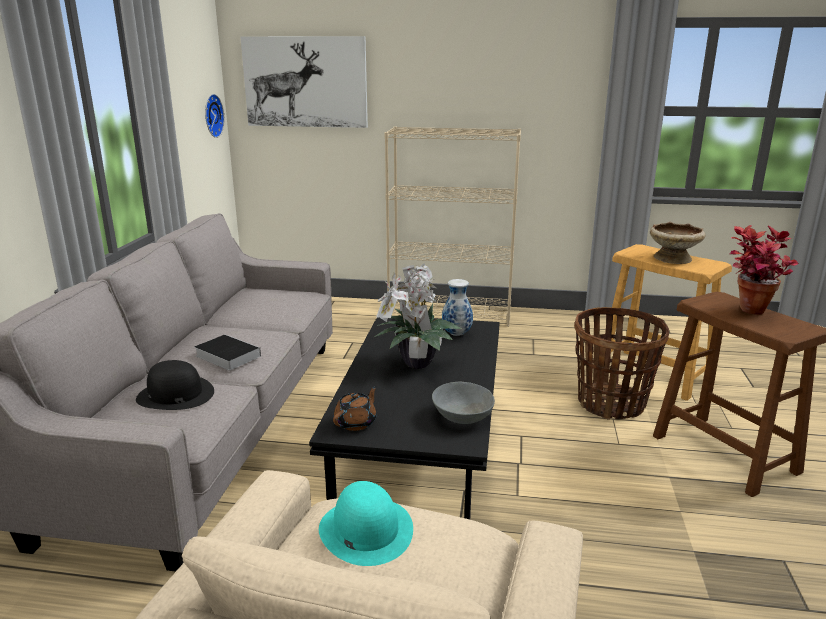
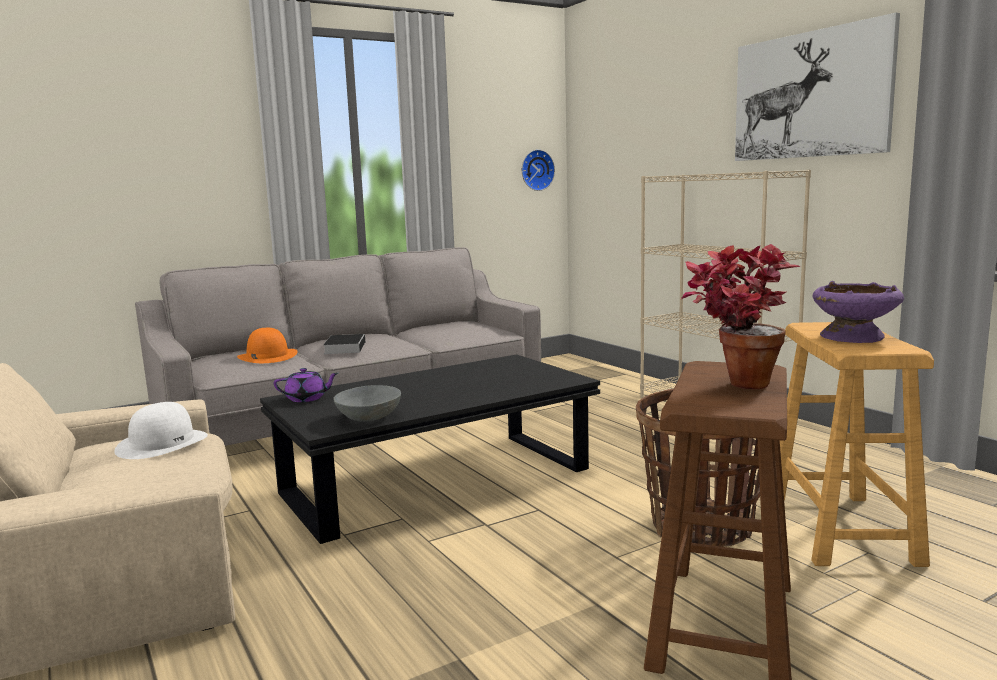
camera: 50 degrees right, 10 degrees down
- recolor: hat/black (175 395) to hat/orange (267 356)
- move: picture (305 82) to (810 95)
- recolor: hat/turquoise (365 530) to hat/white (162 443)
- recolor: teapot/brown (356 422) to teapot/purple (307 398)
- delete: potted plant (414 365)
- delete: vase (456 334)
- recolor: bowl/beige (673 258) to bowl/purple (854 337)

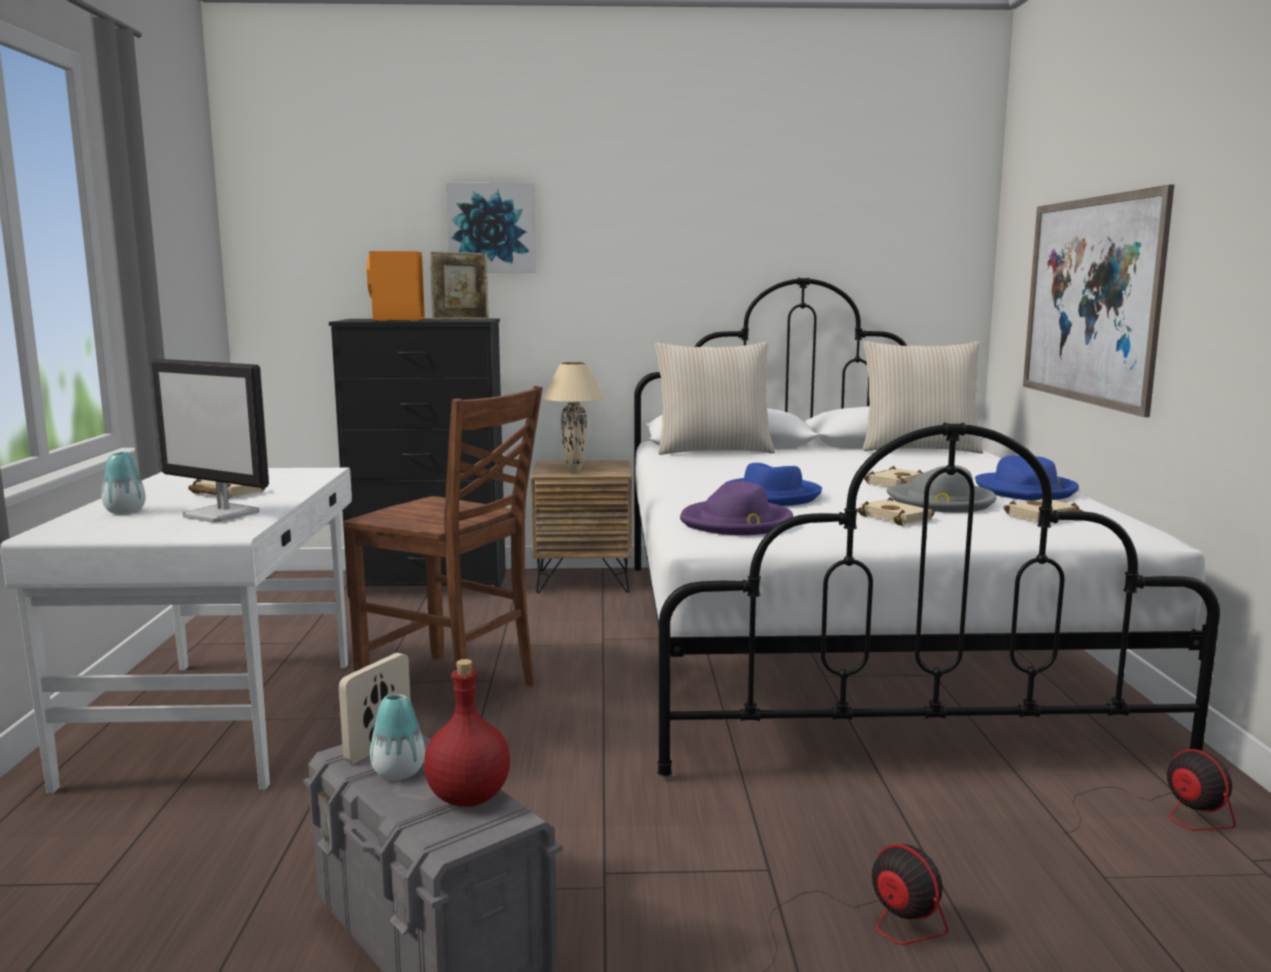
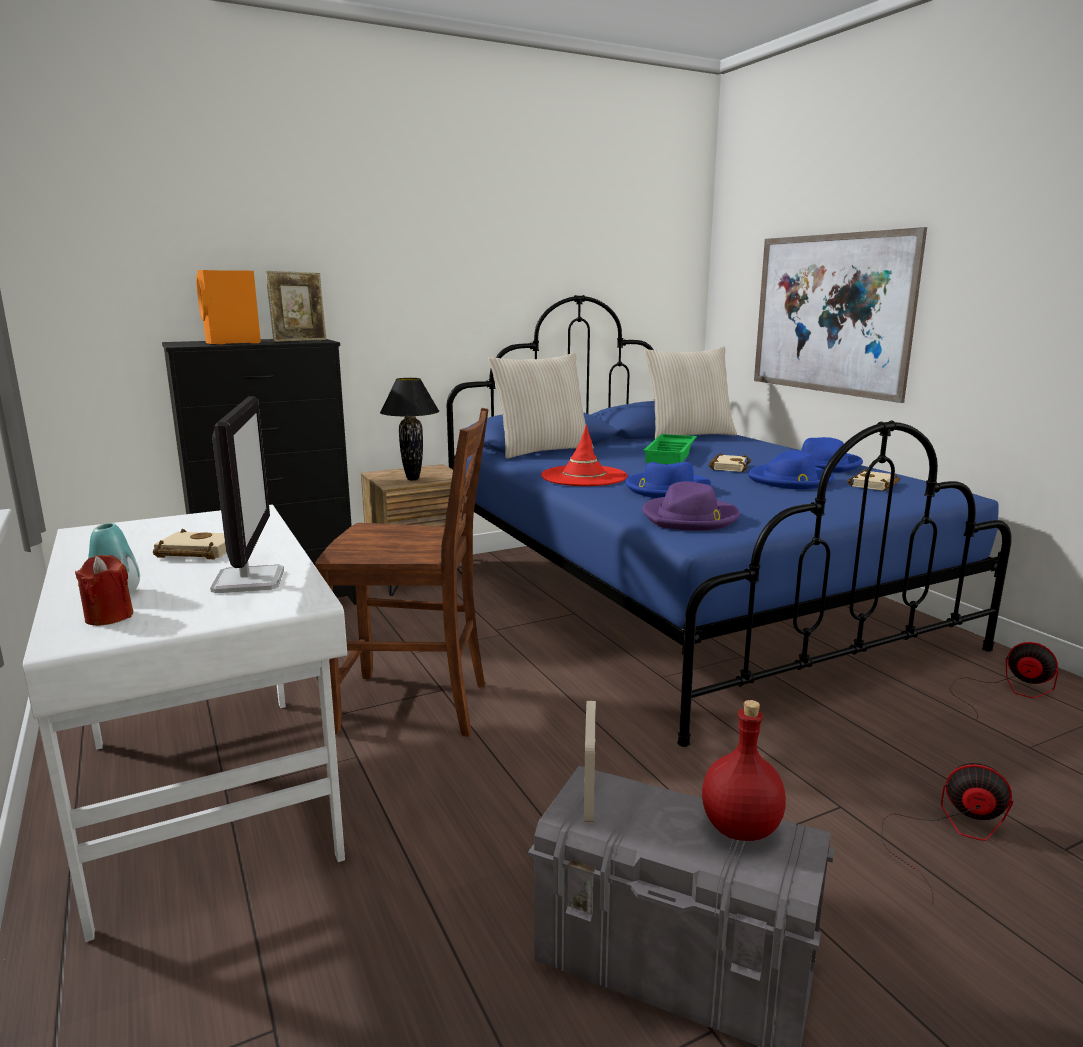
camera: 25 degrees left, 5 degrees up
- rotate: monitor (223 515) = (248 580) 105 degrees counterclockwise
- delete: vase (398 772)
- delete: picture (491 228)
- recolor: table lamp/beige (574 470) to table lamp/black (412 479)
- recolor: bed/white (846 644) to bed/blue (683 599)
- delete: book/beige (898 518)
- recolor: hat/grey (941 502) to hat/blue (790 480)
- insert: candle/red (109 617)
- insert: hat/red (583 476)
- insert: tray/green (671 455)

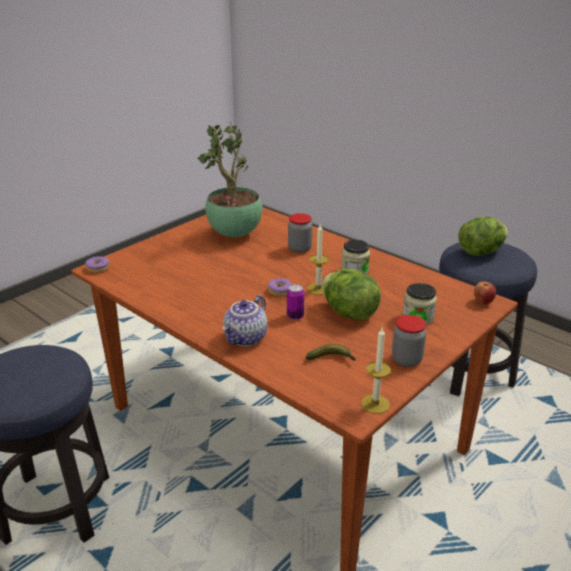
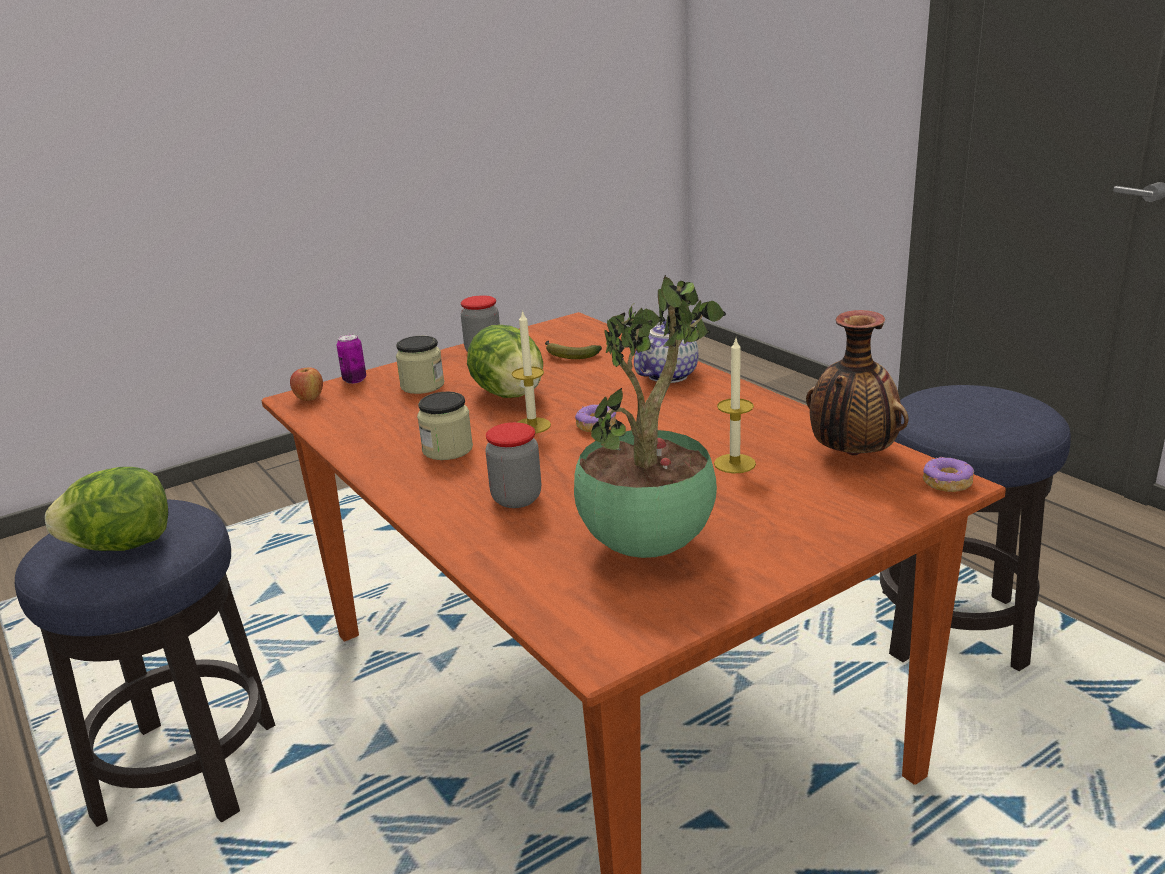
camera: 165 degrees left, 5 degrees down
- move: can (295 316) to (354 380)
- move: candle (375 404) to (734 463)
- insert: vase (851 454)

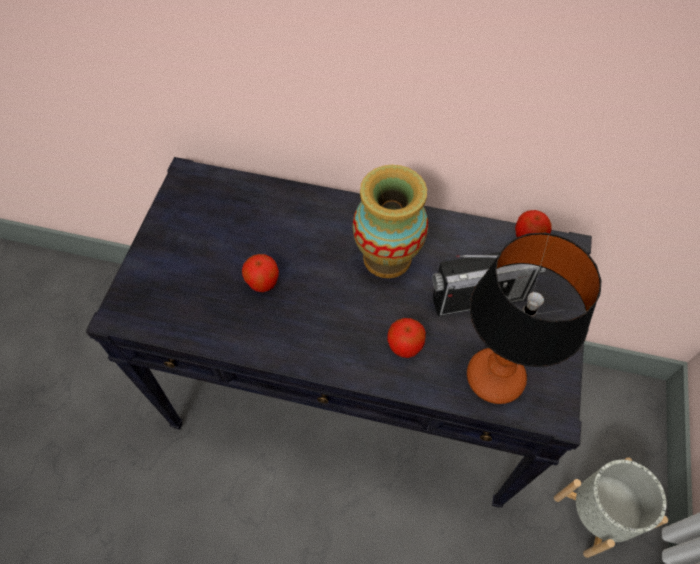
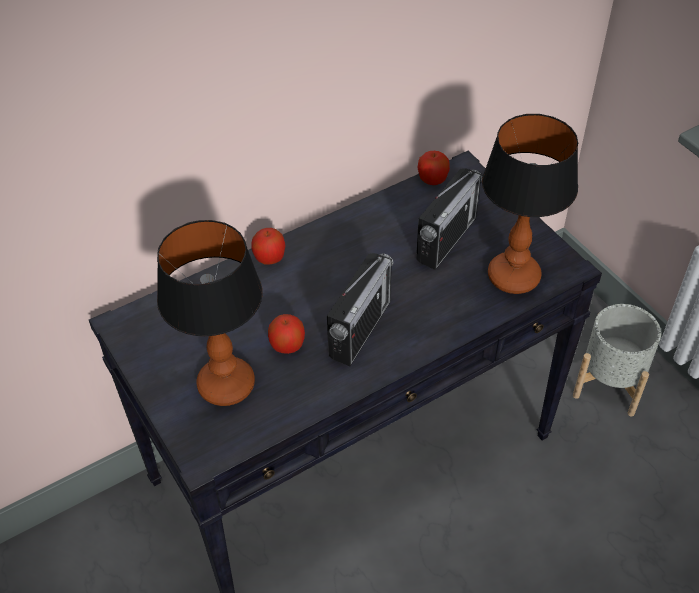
camera: 45 degrees left, 10 degrees down
- delete: vase (387 257)
- move: apple (405 346) to (270 258)
- insert: table lamp (226 384)
- insert: radio (360 329)

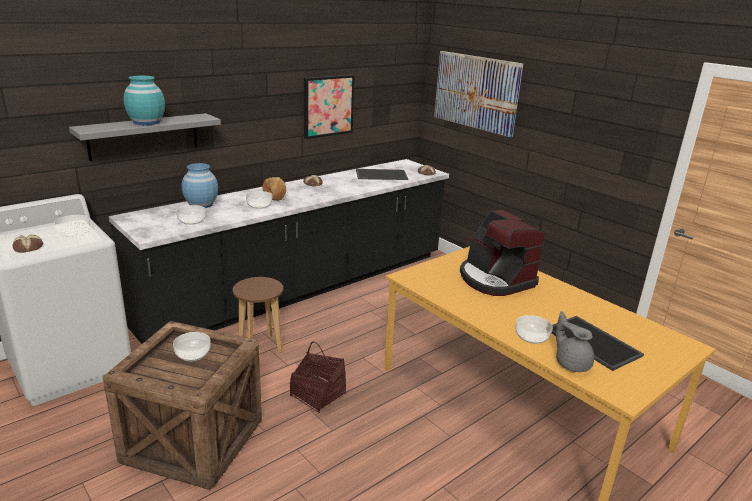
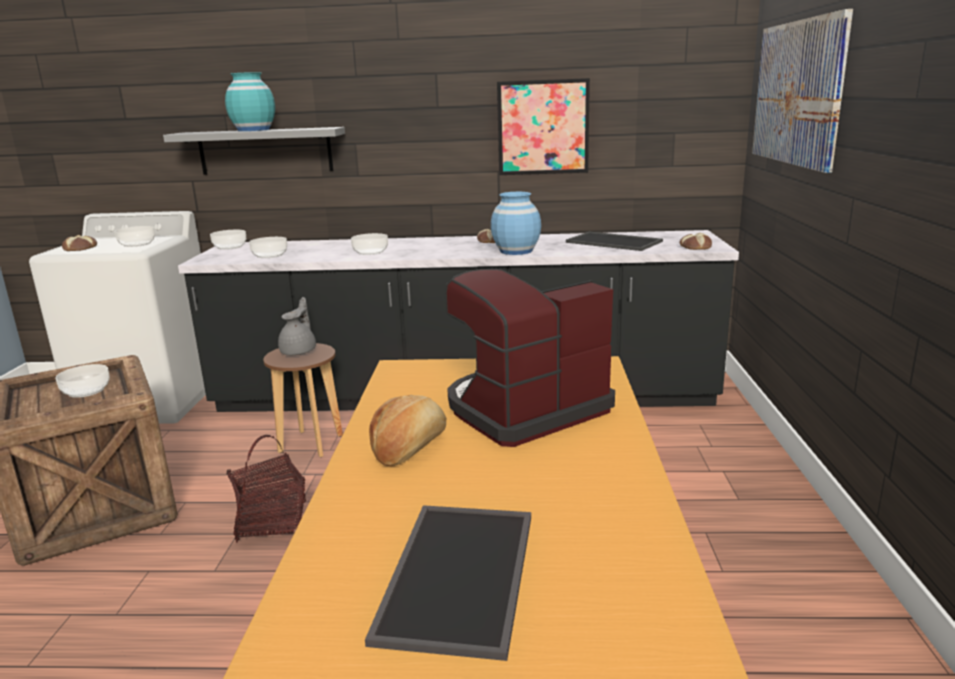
camera: 45 degrees right, 5 degrees down
- move: vase/blue (201 204) to (516 251)
- move: bread (275 196) to (409 448)
- rotate: coffee machine (495 279) = (524 409) 45 degrees clockwise
- move: bowl (532 337) to (230 247)
- move: teapot/grey (571 363) to (299 351)

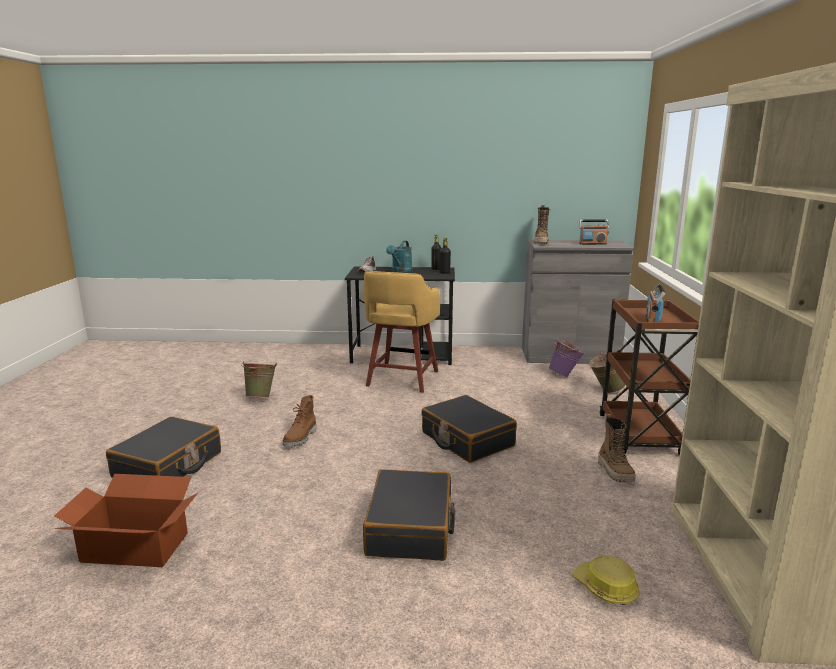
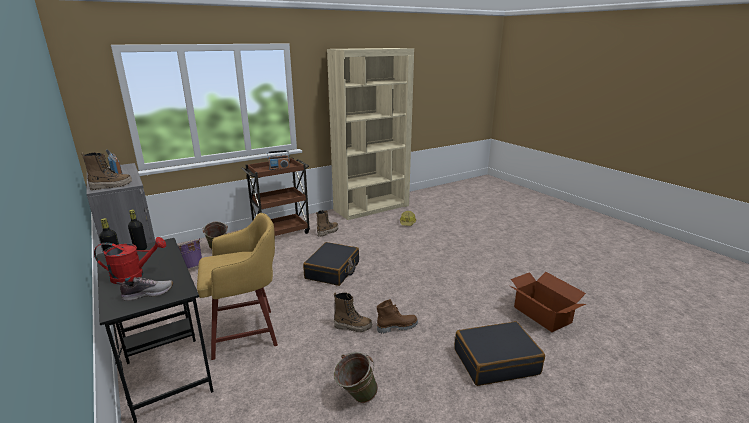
camera: 125 degrees left, 5 degrees up
- delete: suitcase/black (411 528)
- recolor: watering can/turquoise (400 271) to watering can/red (134 275)
- insert: boot (353 327)

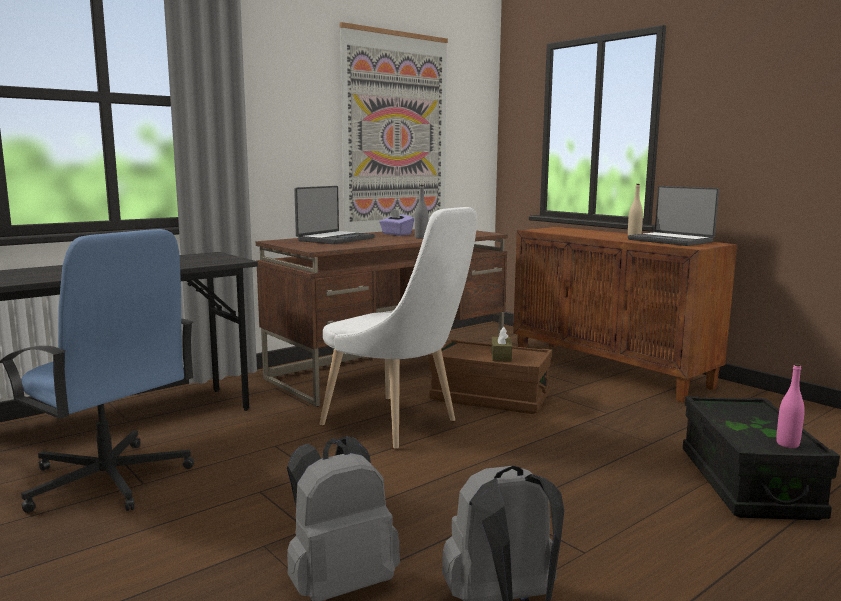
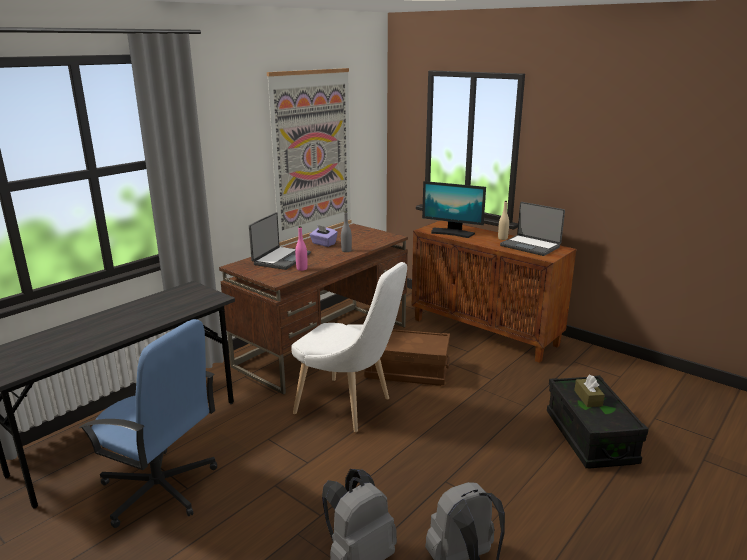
camera: 10 degrees left, 10 degrees up
- move: tissue box/brown (501 356) to (588 398)
- move: bottle/pink (787 444) to (302 269)
- insert: monitor (452 233)

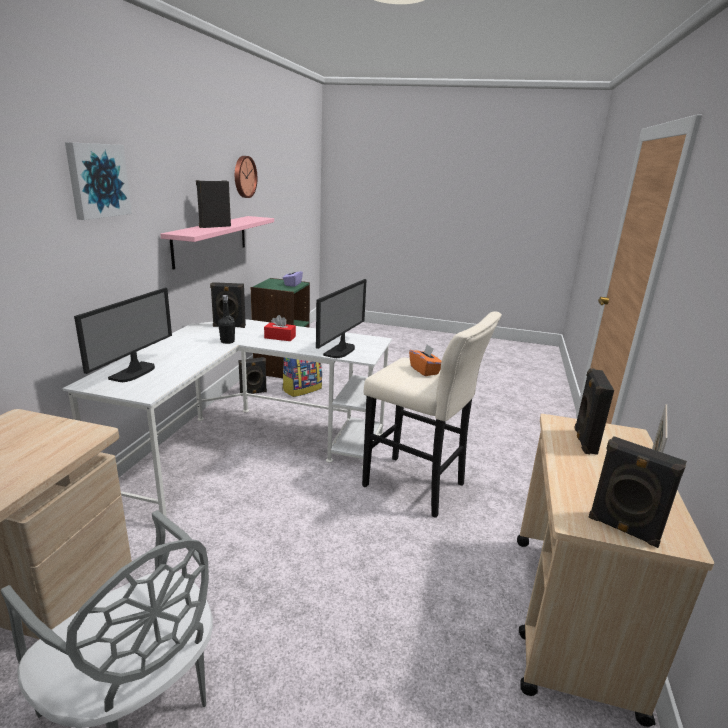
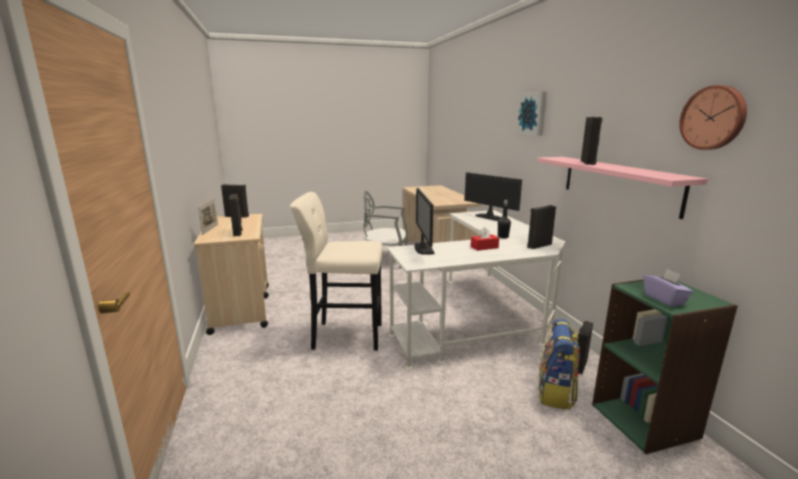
camera: 150 degrees right, 5 degrees down
- rotate: monitor (134 373) = (489 217) 150 degrees clockwise
- delete: tissue box/orange (424 370)

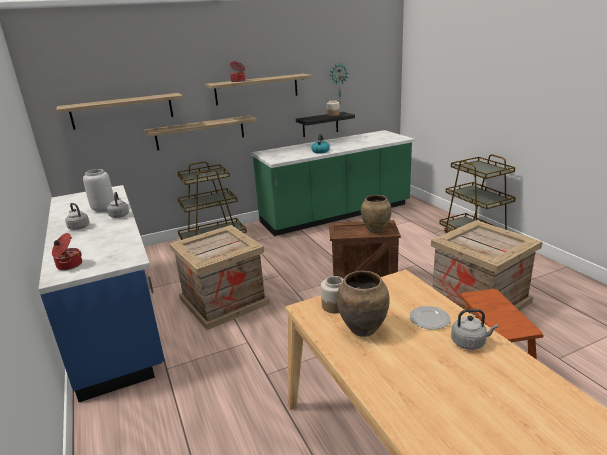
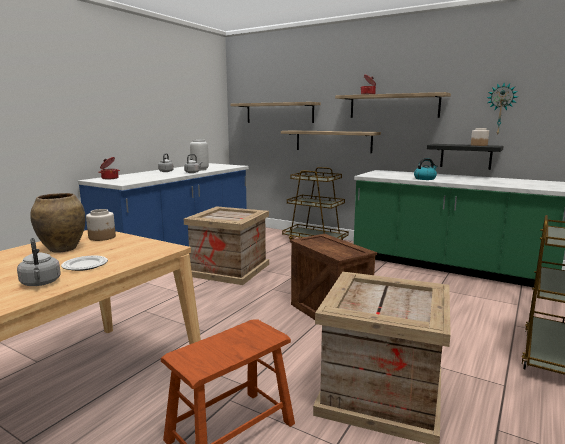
camera: 55 degrees right, 10 degrees down
- delete: vase/brown (375 230)

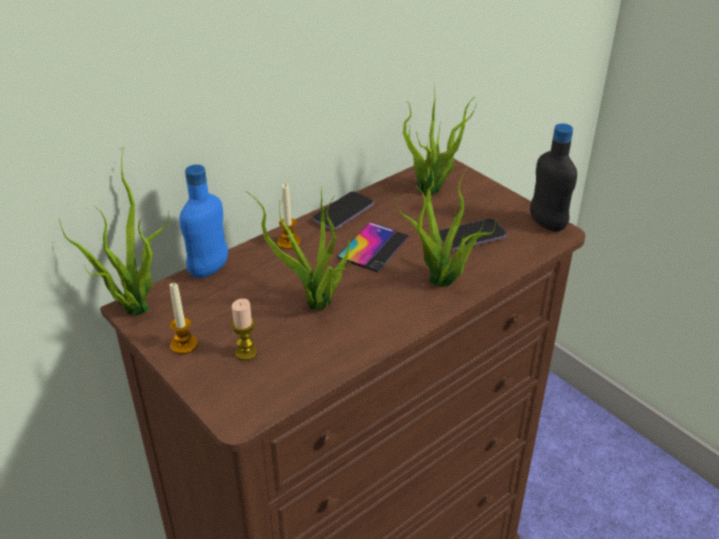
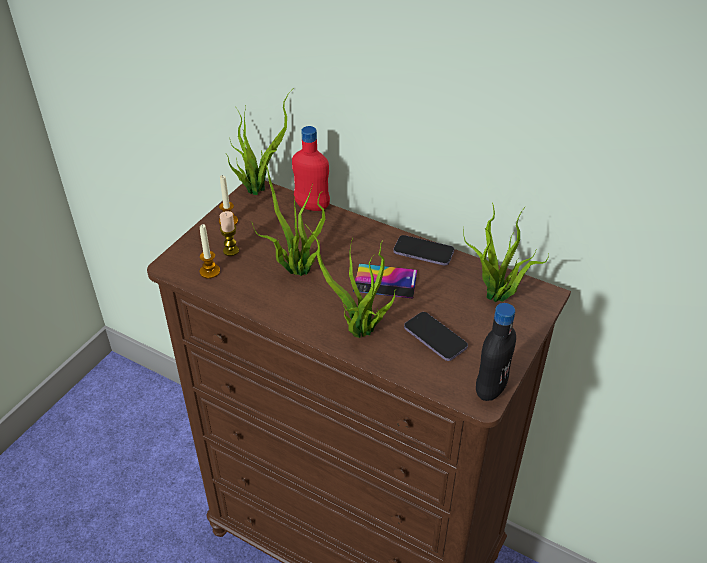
camera: 70 degrees right, 5 degrees up
- recolor: bottle/blue (209 269) to bottle/red (312 206)
- move: candle (289 242) to (210 271)

